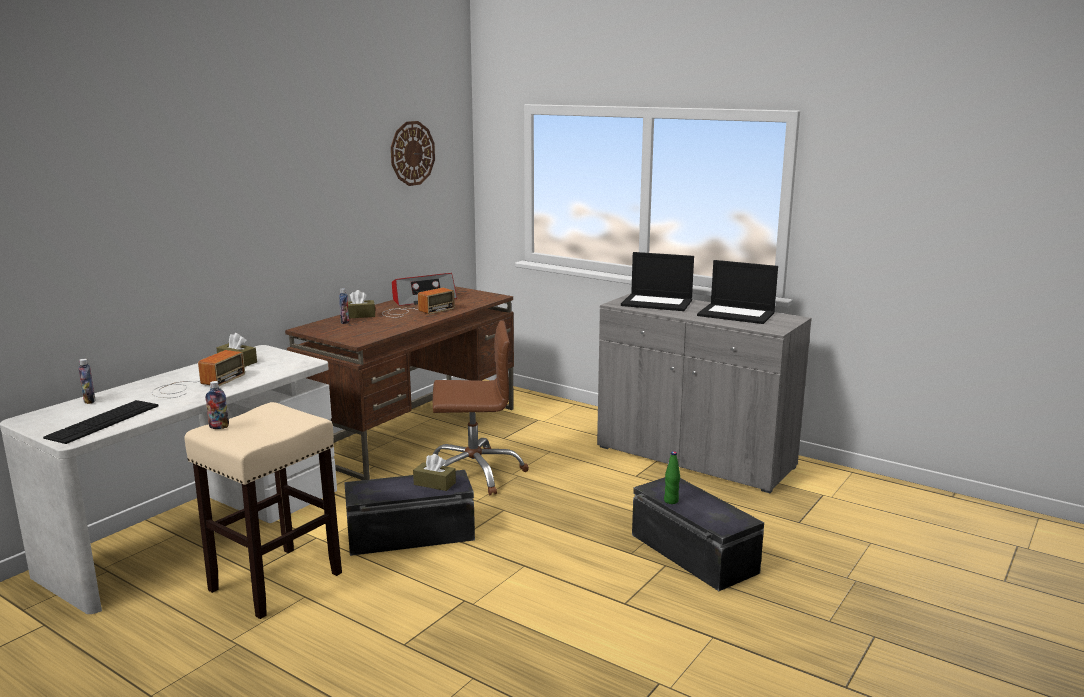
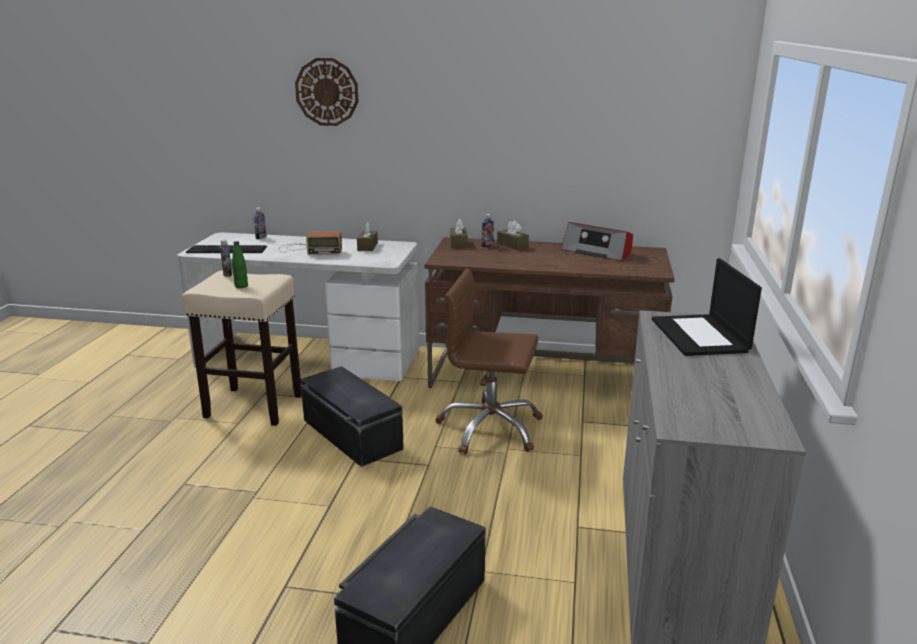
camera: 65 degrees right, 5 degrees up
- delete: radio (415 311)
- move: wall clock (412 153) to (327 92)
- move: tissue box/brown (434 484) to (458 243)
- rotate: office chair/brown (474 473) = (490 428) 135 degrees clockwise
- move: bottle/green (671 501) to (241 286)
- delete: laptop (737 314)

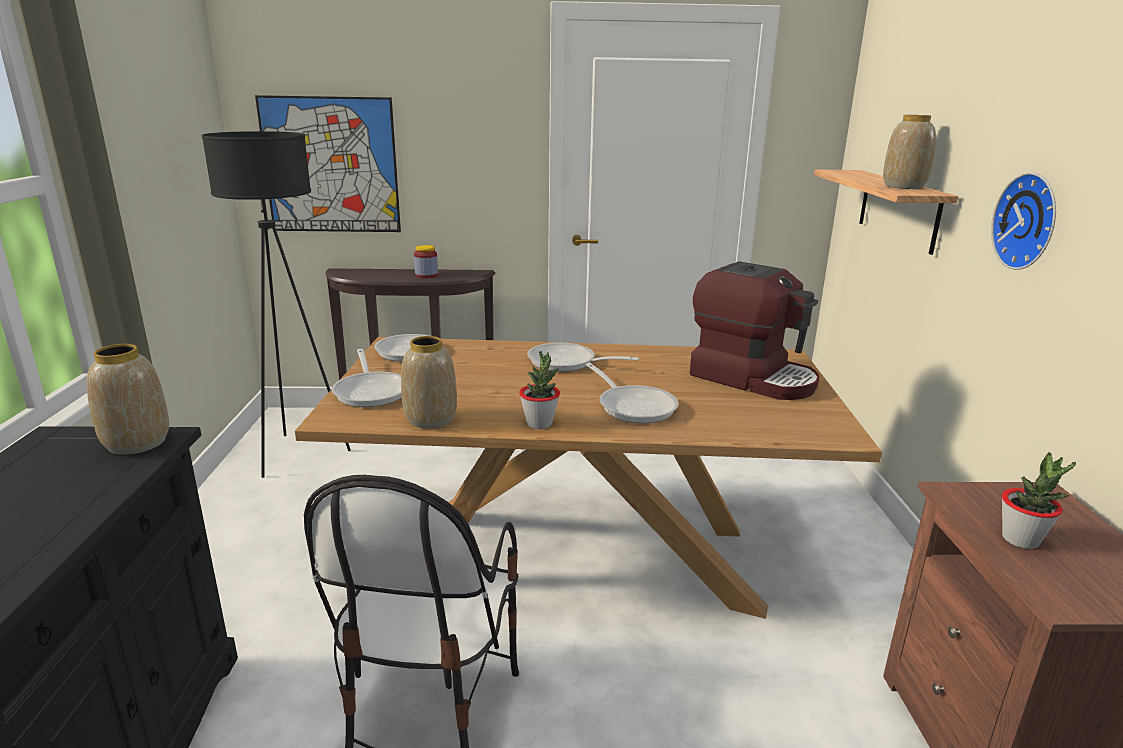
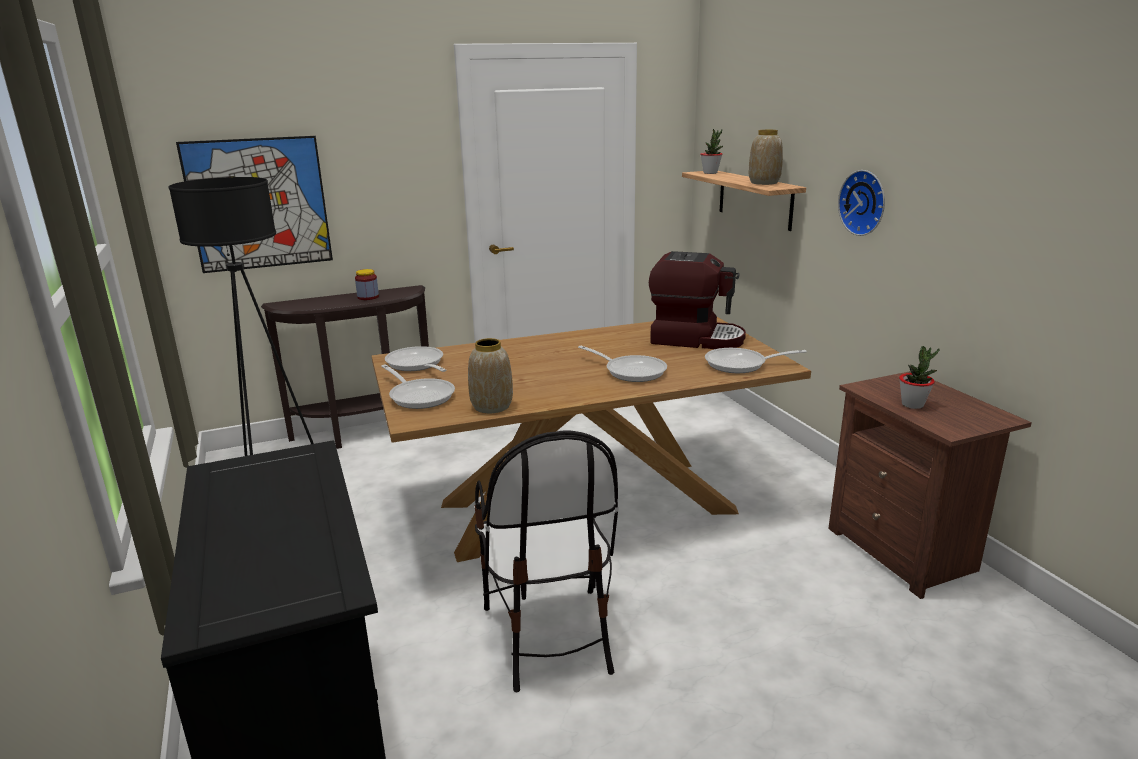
camera: 20 degrees left, 0 degrees up
- delete: vase (137 443)
- move: potted plant (539 424) to (710 173)
- move: frying pan (567 363) to (741 364)

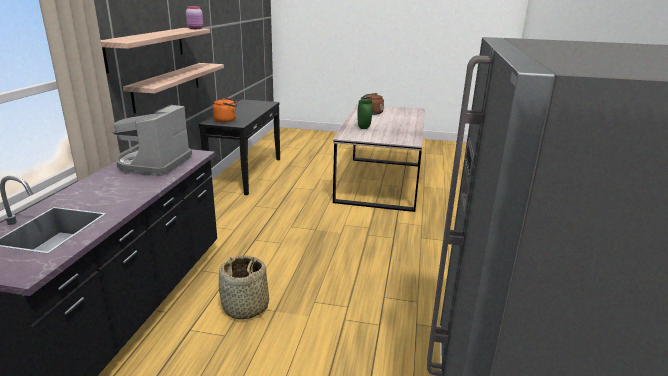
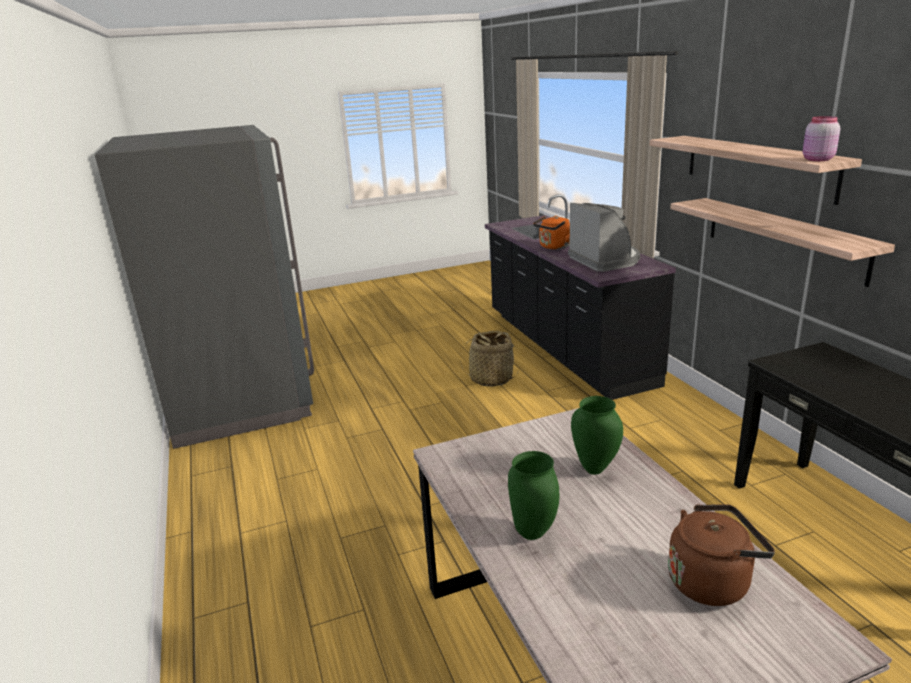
camera: 150 degrees right, 0 degrees up
- move: kettle/orange (227 120) to (554 247)
- insert: vase/green (532 533)

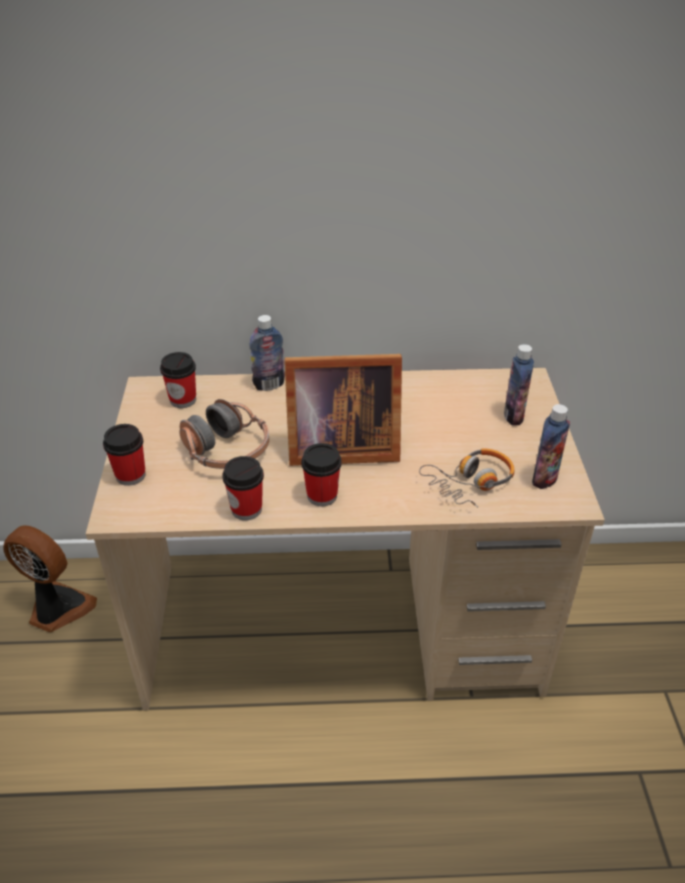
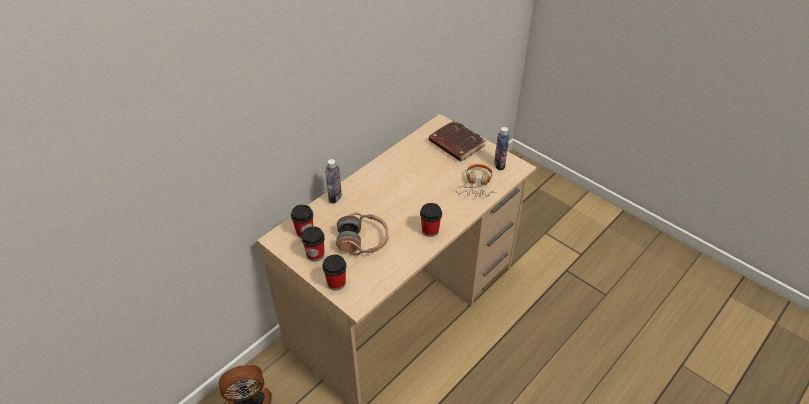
camera: 45 degrees left, 5 degrees up
- move: cup (246 509) to (315 254)
- delete: picture frame (338 447)
- replace: bottle (513 416) to book/brown (455 144)

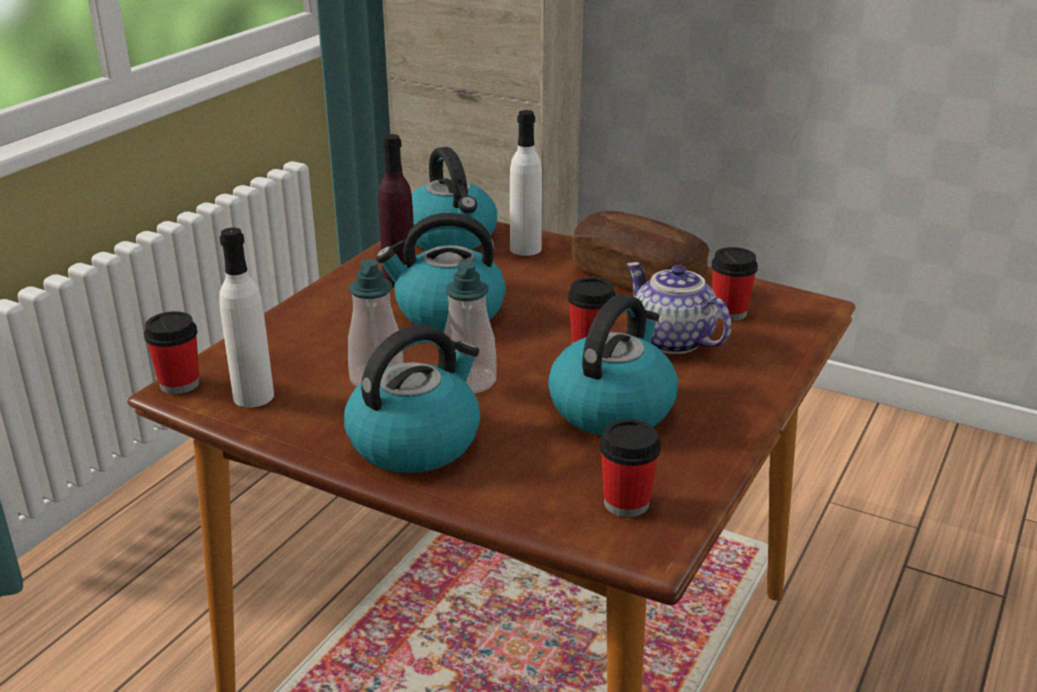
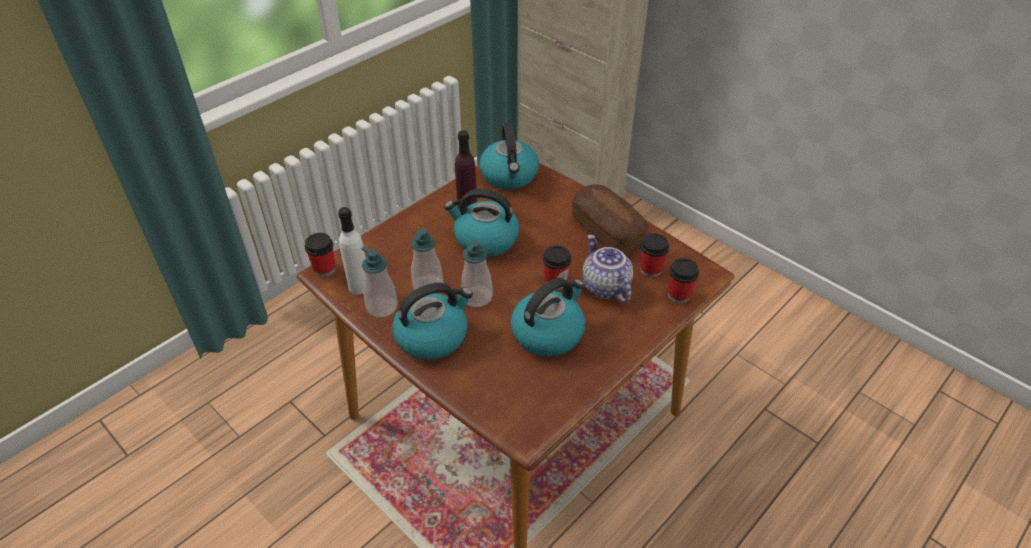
camera: 15 degrees right, 15 degrees up
- delete: bottle/white (525 249)
- move: cup (626 503) to (678 295)
- insert: soap dispenser (382 307)

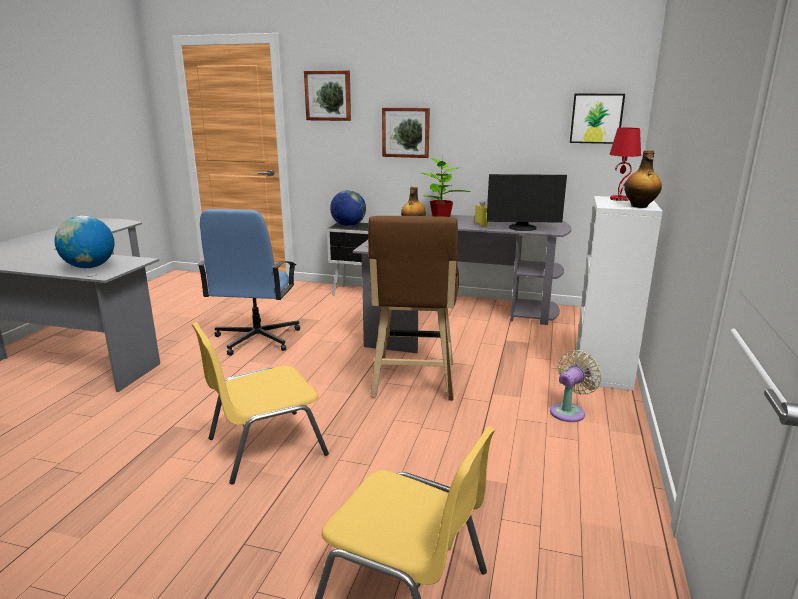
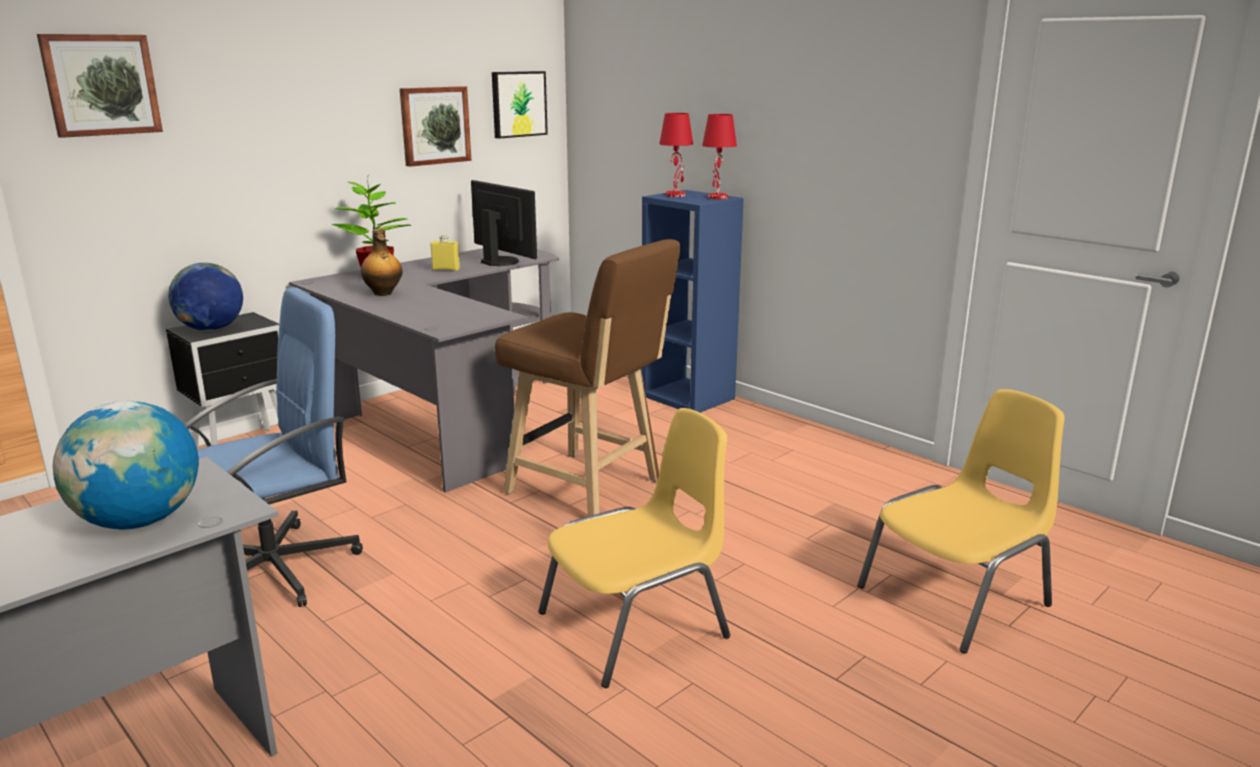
camera: 60 degrees left, 0 degrees up
- rotate: chair/yellow (264 446) = (637 625) 120 degrees counterclockwise
- rotate: office chair/blue (256 339) = (276 568) 75 degrees counterclockwise
- move: picture (406 132) to (434 125)
- rotate: monitor (523 228) = (501 261) 75 degrees counterclockwise
- delete: fan/beige (569 411)
- recolor: bookcase/white (603 373) to bookcase/blue (689 397)
- replace: bottle (639 206) to table lamp/red (717 197)

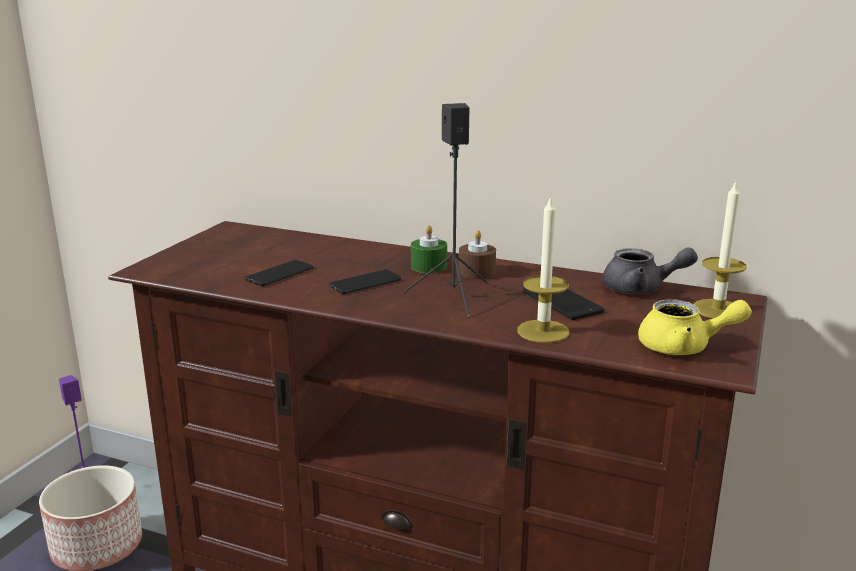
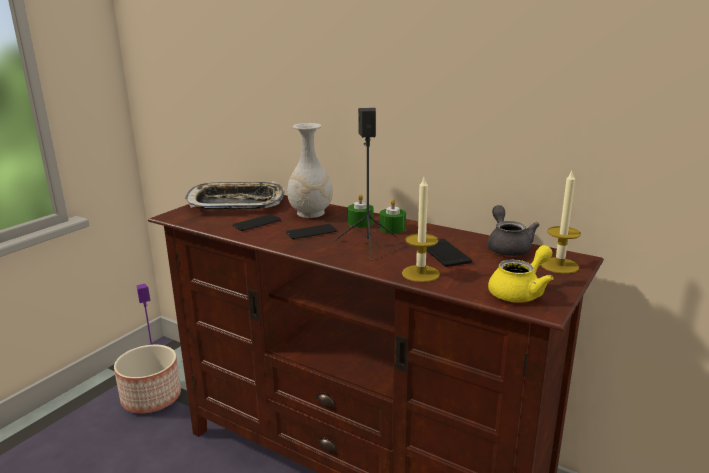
camera: 10 degrees right, 0 degrees up
- recolor: candle/brown (477 272) to candle/green (392 229)
- rotate: teapot/grey (641 289) = (507 247) 120 degrees counterclockwise
- rotate: teapot/yellow (684 347) = (520 292) 60 degrees counterclockwise
- insert: tray (236 203)
- insert: vase/white (310 213)

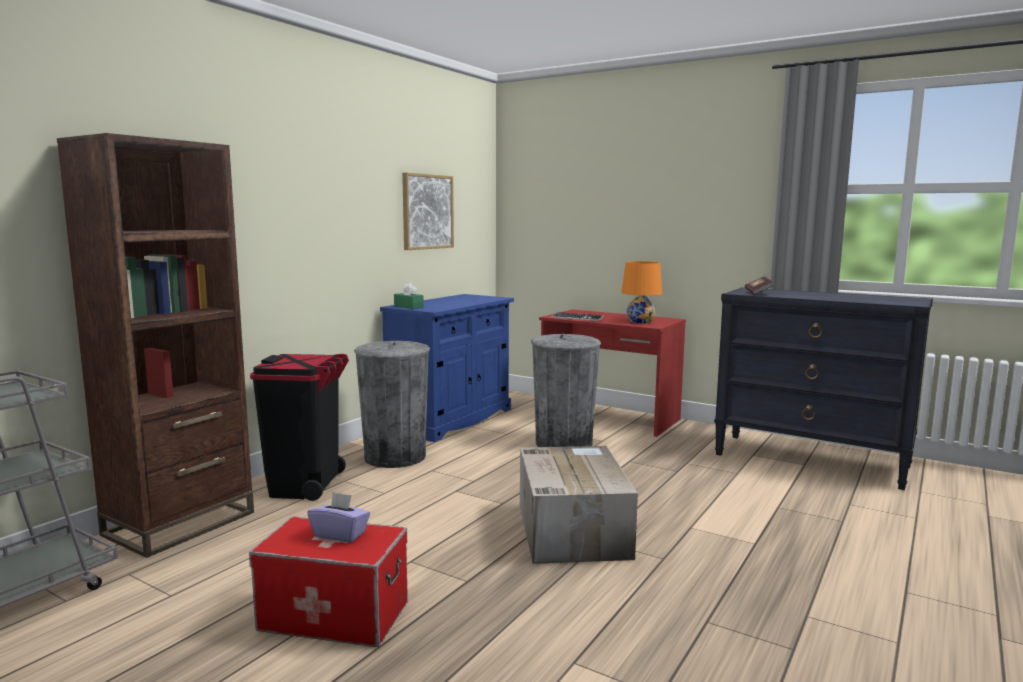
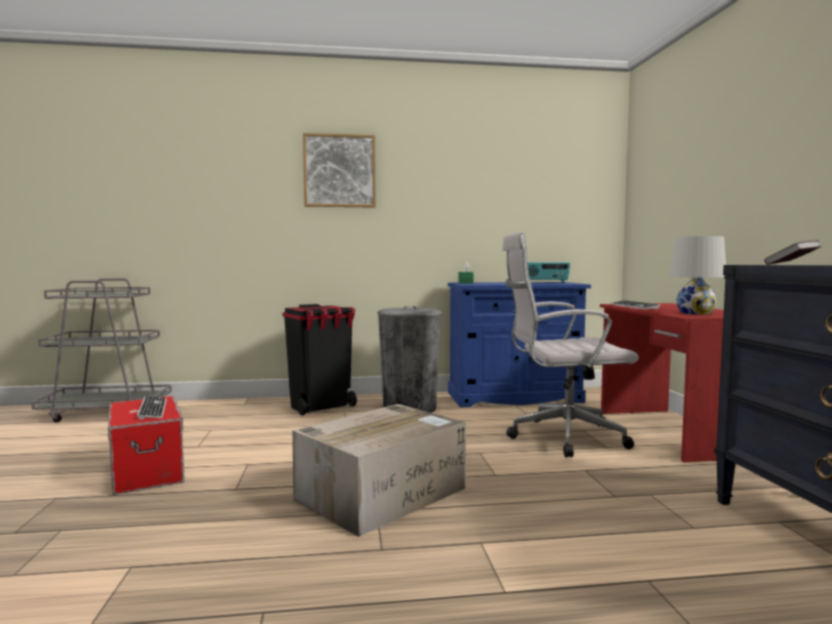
camera: 50 degrees right, 5 degrees down
- delete: bookcase/brown (180 524)
- replace: tissue box/purple (340 534) to keyboard (153 409)
- move: picture (427 212) to (339 171)
- replace: trash can/grey (563 443) to office chair/white (561 437)
- recolor: table lamp/orange (640 321) to table lamp/white (695 313)
- insert: radio (545 282)

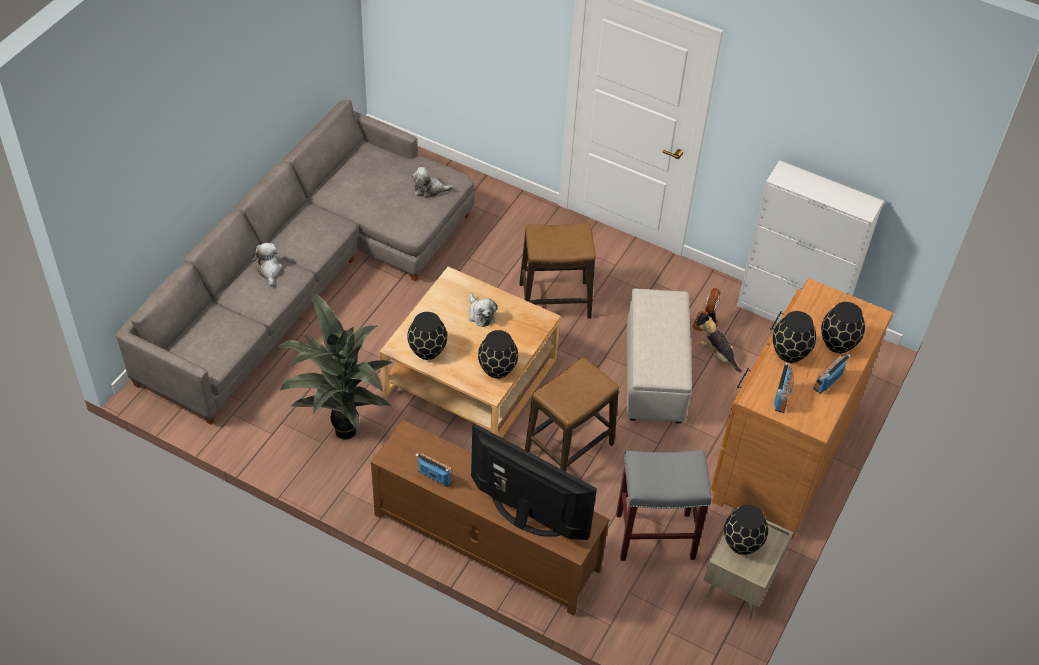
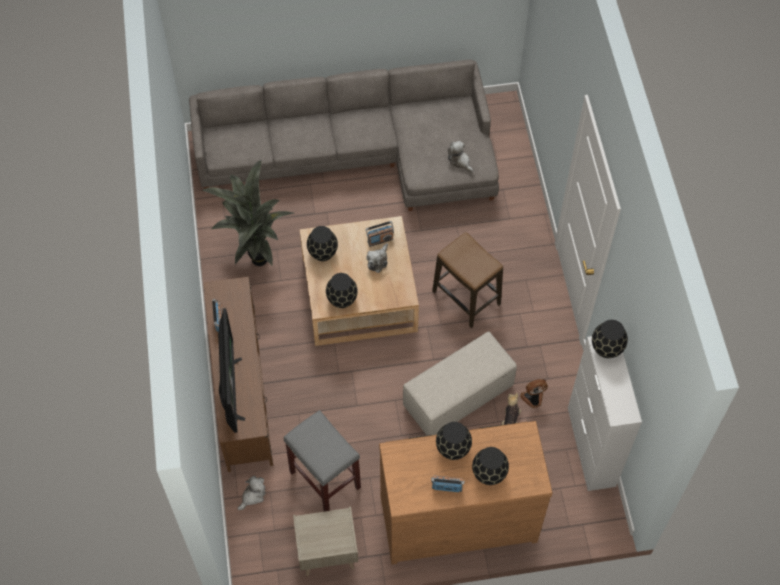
camera: 55 degrees right, 10 degrees up
- move: plush toy (268 270) to (253 495)
- delete: stool (569 448)
- move: vase/black (742 544) to (606 349)
- move: radio (782 398) to (380 240)

